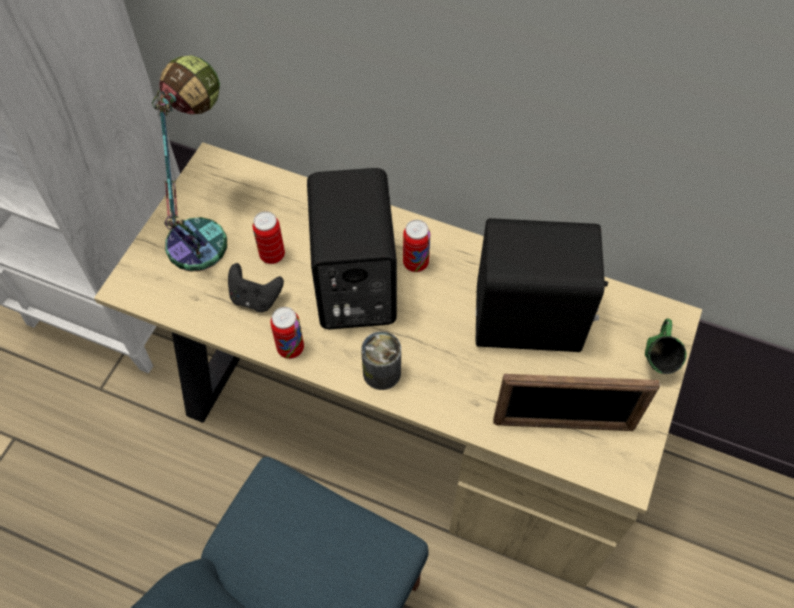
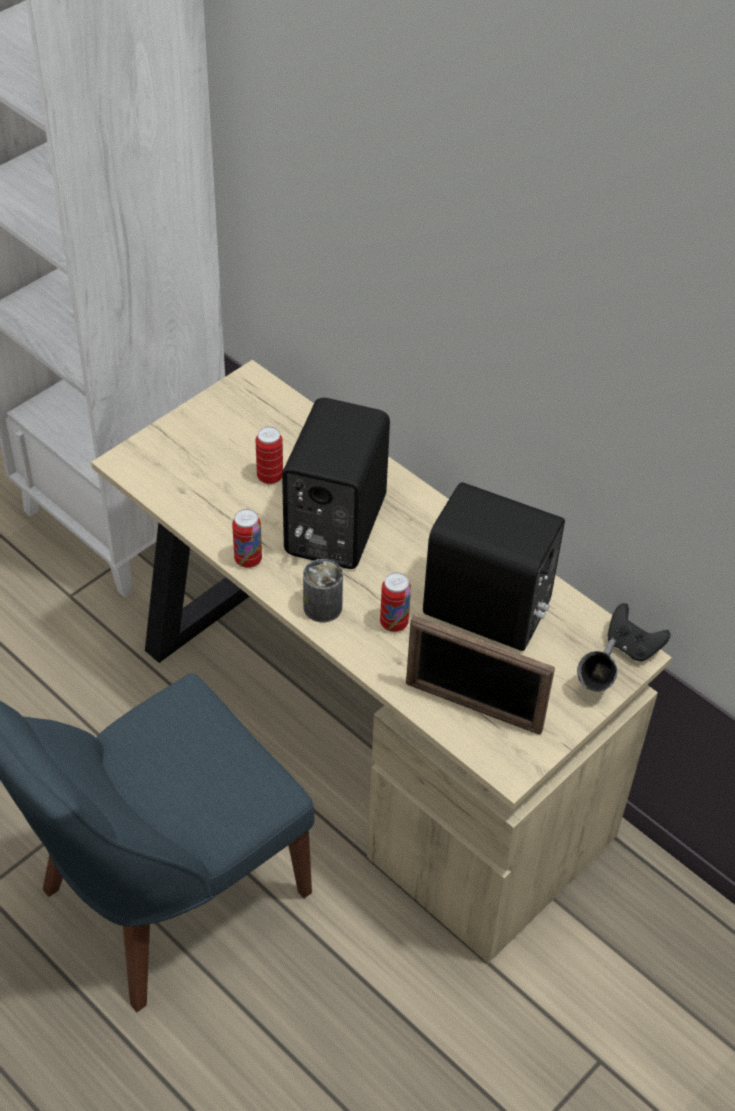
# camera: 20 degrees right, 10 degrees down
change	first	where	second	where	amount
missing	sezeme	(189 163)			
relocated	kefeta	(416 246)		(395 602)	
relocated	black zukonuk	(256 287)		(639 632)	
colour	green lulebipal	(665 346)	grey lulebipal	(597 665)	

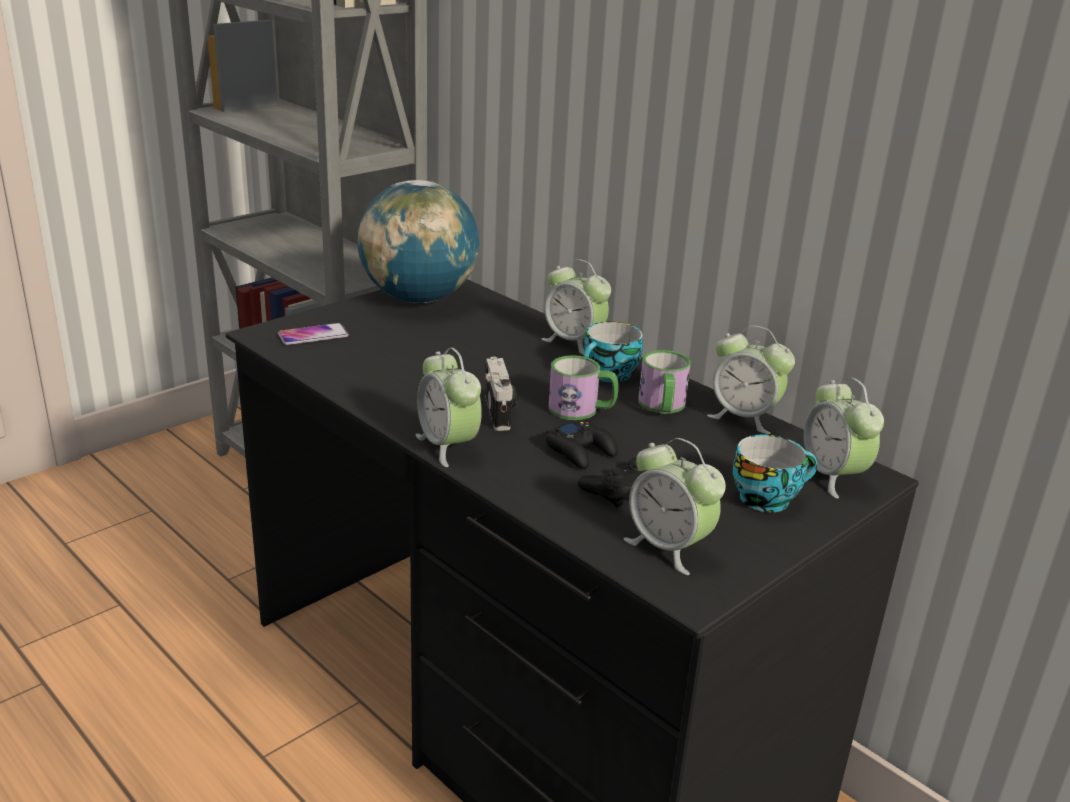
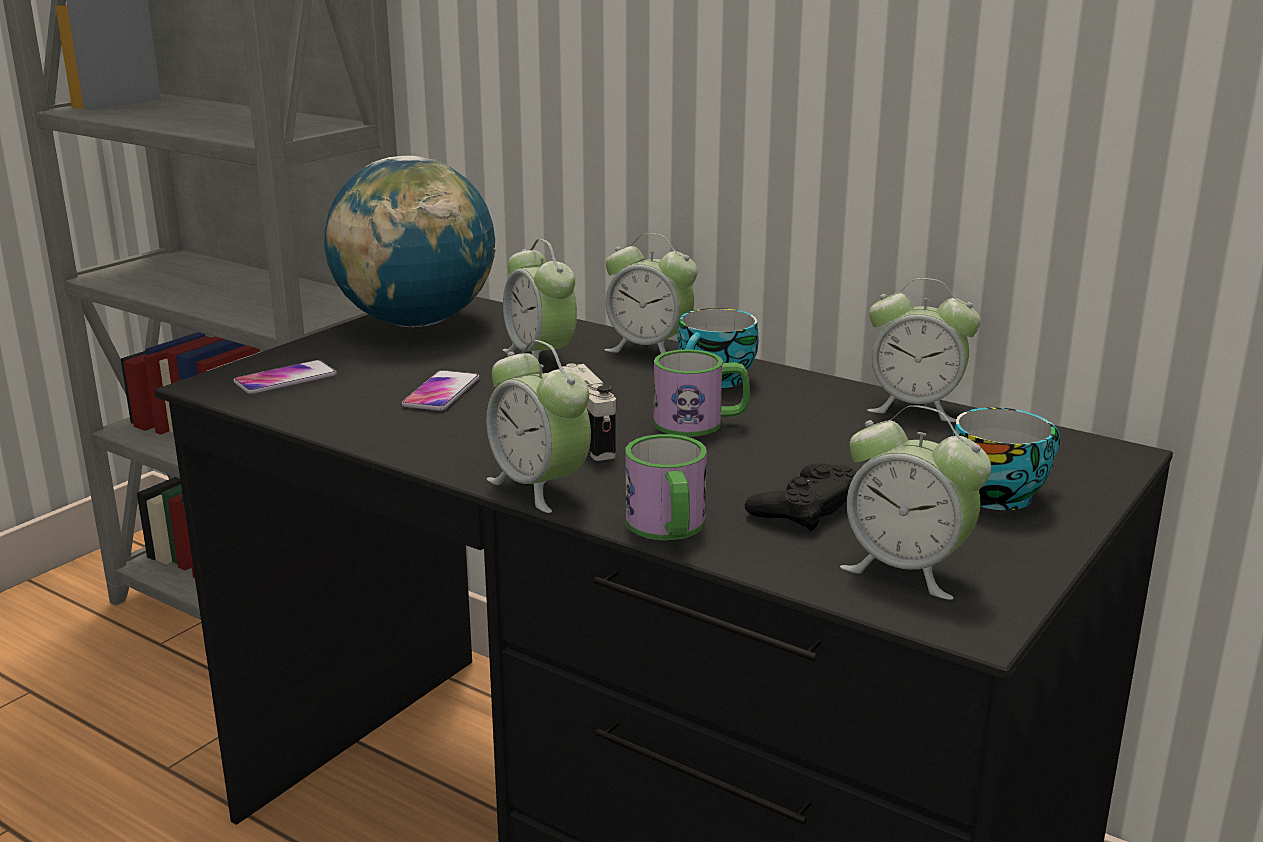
# camera: 10 degrees left, 5 degrees down
change	first	where	second	where	amount
relocated	lulebipal	(664 381)		(666 487)	
relocated	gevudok	(844 438)		(540 300)	
missing	black zukonuk	(582 444)			
appeared			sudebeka	(440 390)	

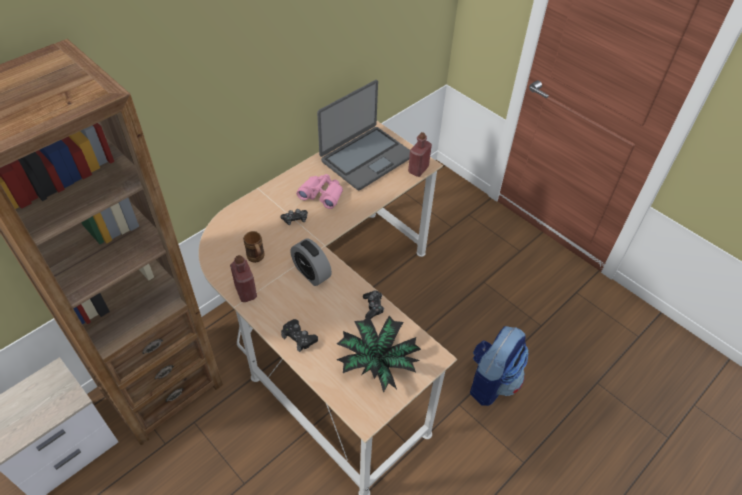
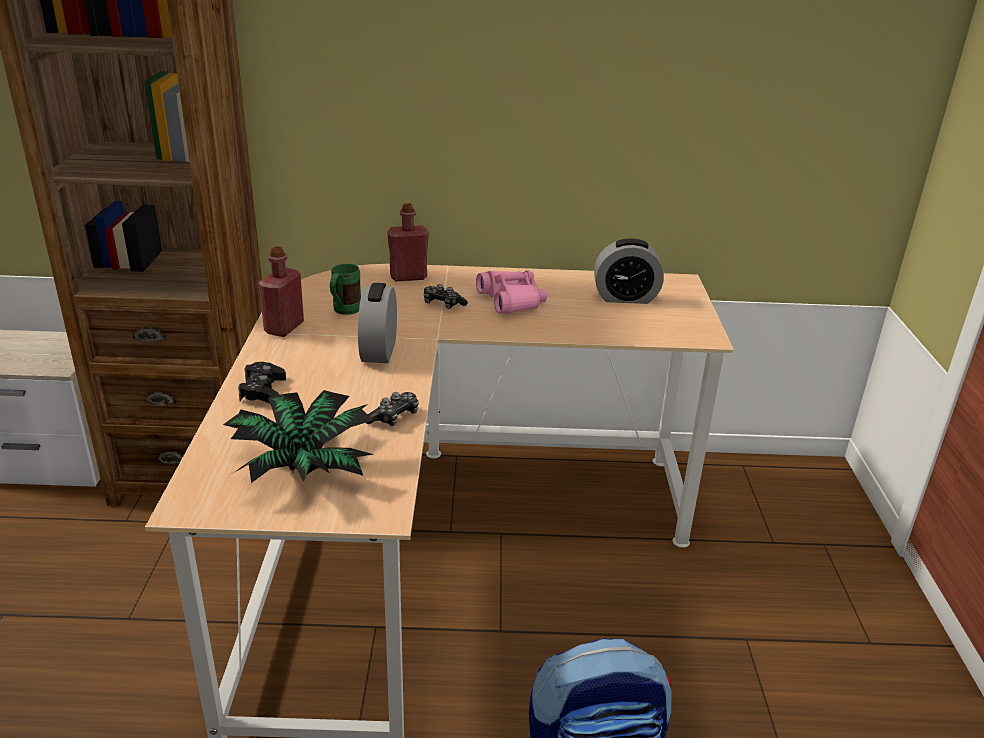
# camera: 45 degrees right, 20 degrees down
change	first	where	second	where	amount
exchanged	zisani	(363 135)	gevudok	(629 271)	
relocated	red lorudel	(420 154)		(408 242)	
colour	brown lulebipal	(253 247)	green lulebipal	(345 289)	

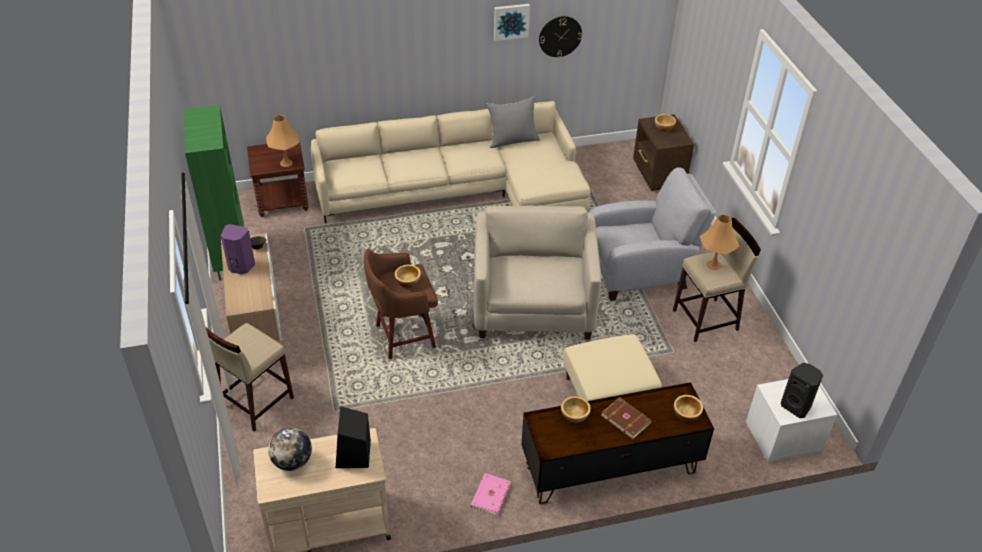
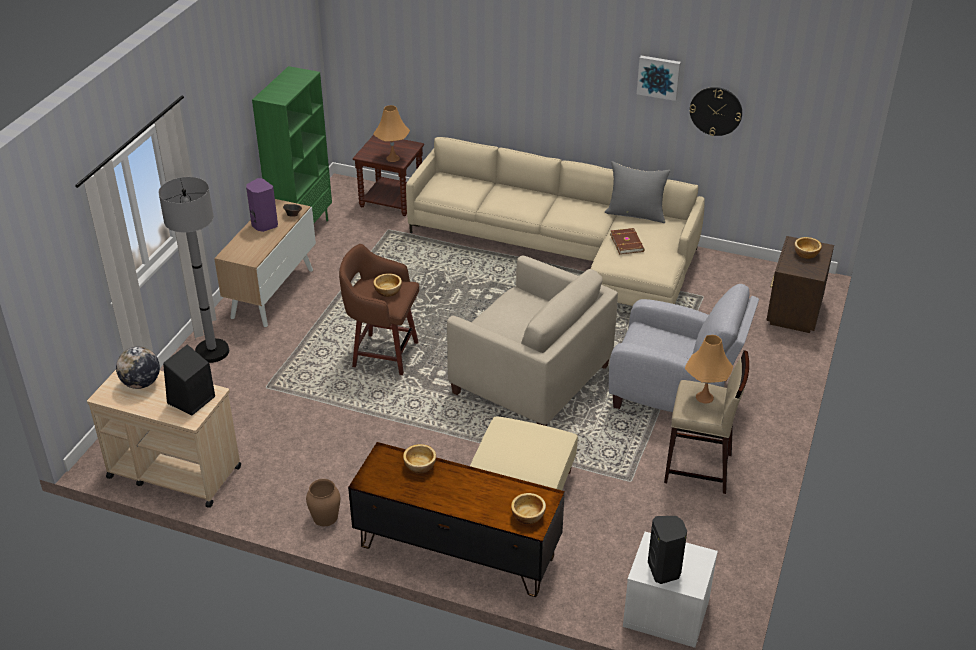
# camera: 35 degrees right, 5 degrees down
change	first	where	second	where	amount
spun	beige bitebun	(537 273)		(532 341)	90 degrees clockwise
exchanged	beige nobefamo	(250 377)	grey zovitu	(193 270)	
relocated	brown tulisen	(626 418)		(627 241)	
exchanged	pink tulisen	(490 494)	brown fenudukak	(323 502)	

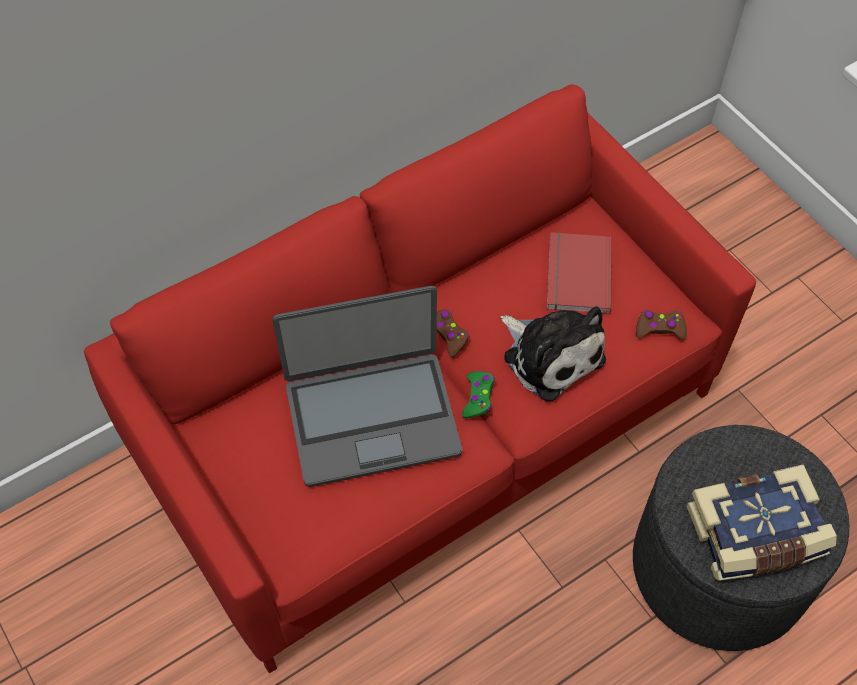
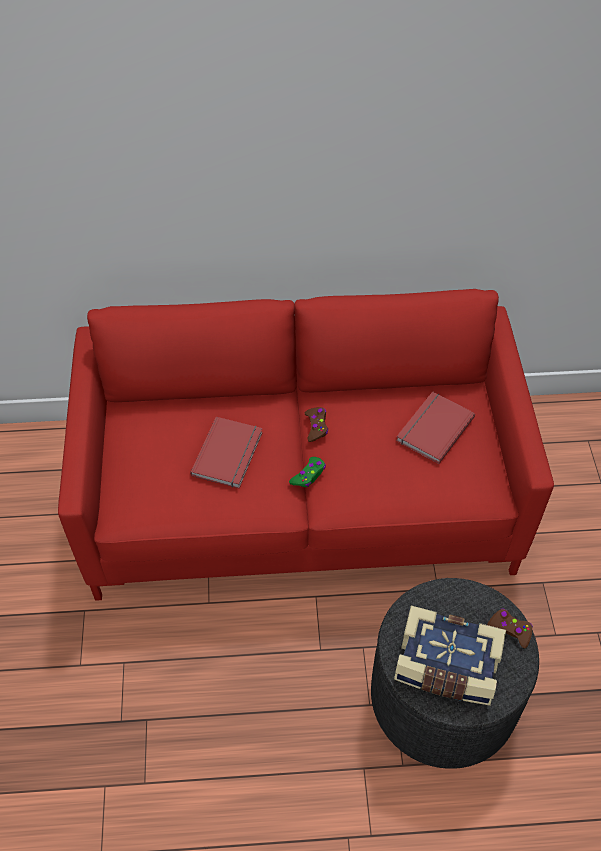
# camera: 30 degrees right, 5 degrees down
change	first	where	second	where	amount
exchanged	zisani	(367 386)	red tulisen	(226 452)	
missing	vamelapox	(553 354)			
relocated	brown zukonuk	(661 325)		(510 628)	

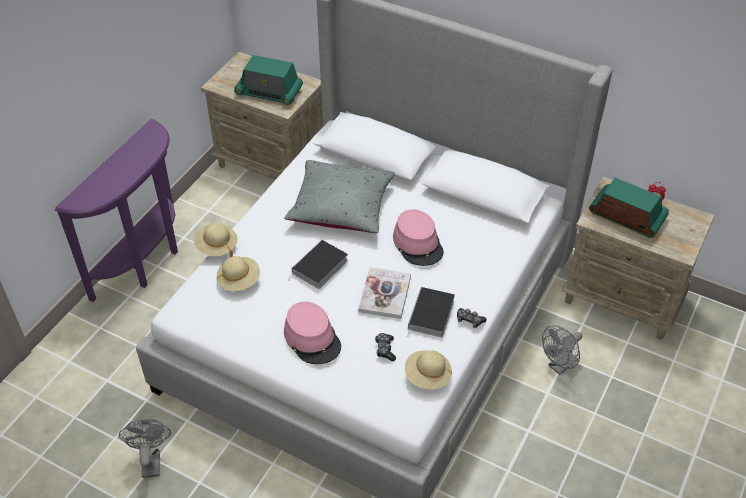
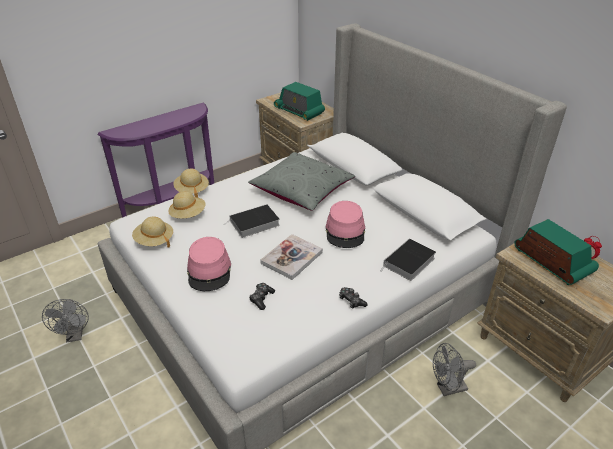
# camera: 25 degrees right, 10 degrees down
change	first	where	second	where	amount
relocated	tulisen	(431 312)		(408 260)	
relocated	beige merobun	(428 369)		(152 232)	
spun	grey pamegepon	(145 448)		(65 320)	150 degrees clockwise

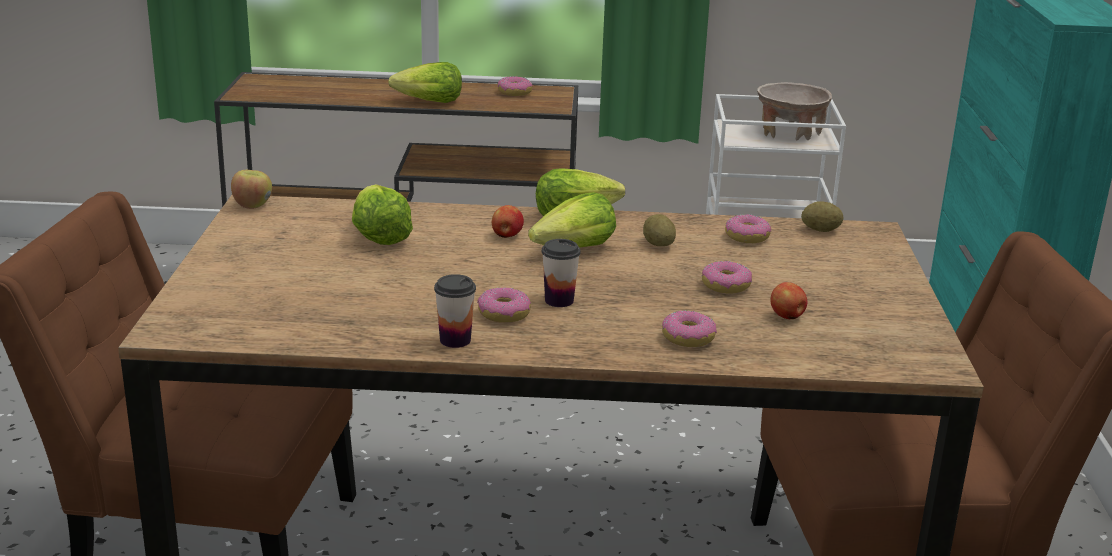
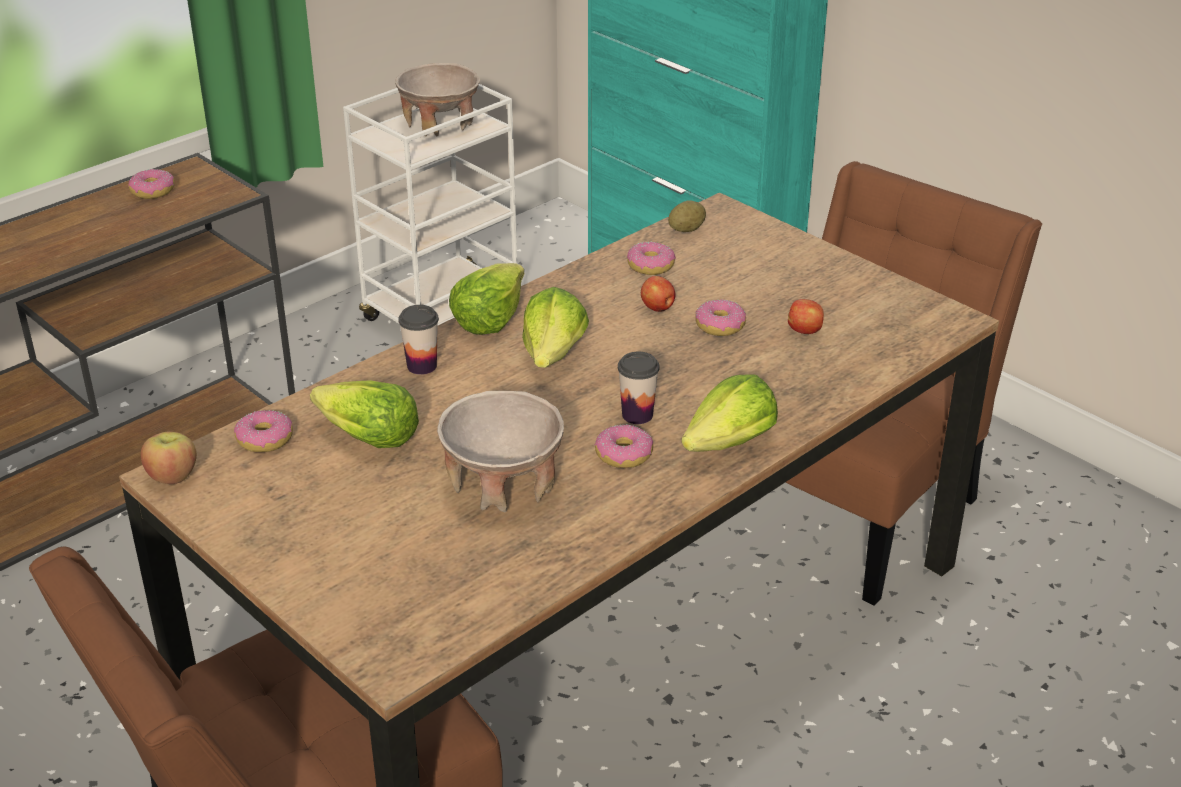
# camera: 45 degrees left, 10 degrees up
change	first	where	second	where	amount
relocated	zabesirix	(425 82)		(730 413)	
relocated	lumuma	(508 221)		(658 294)	
missing	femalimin	(659 230)			
relocated	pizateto	(455 311)		(419 340)	
relocated	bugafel	(689 329)		(263 431)	
appeared			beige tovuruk	(500 452)	

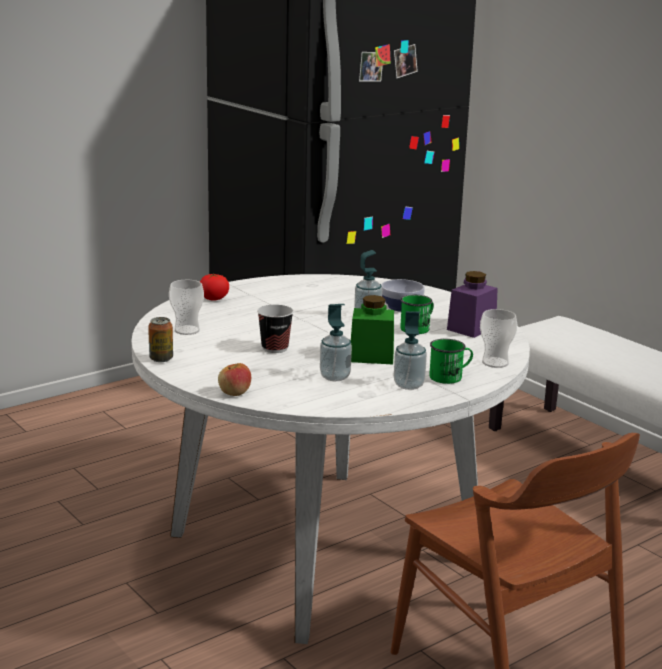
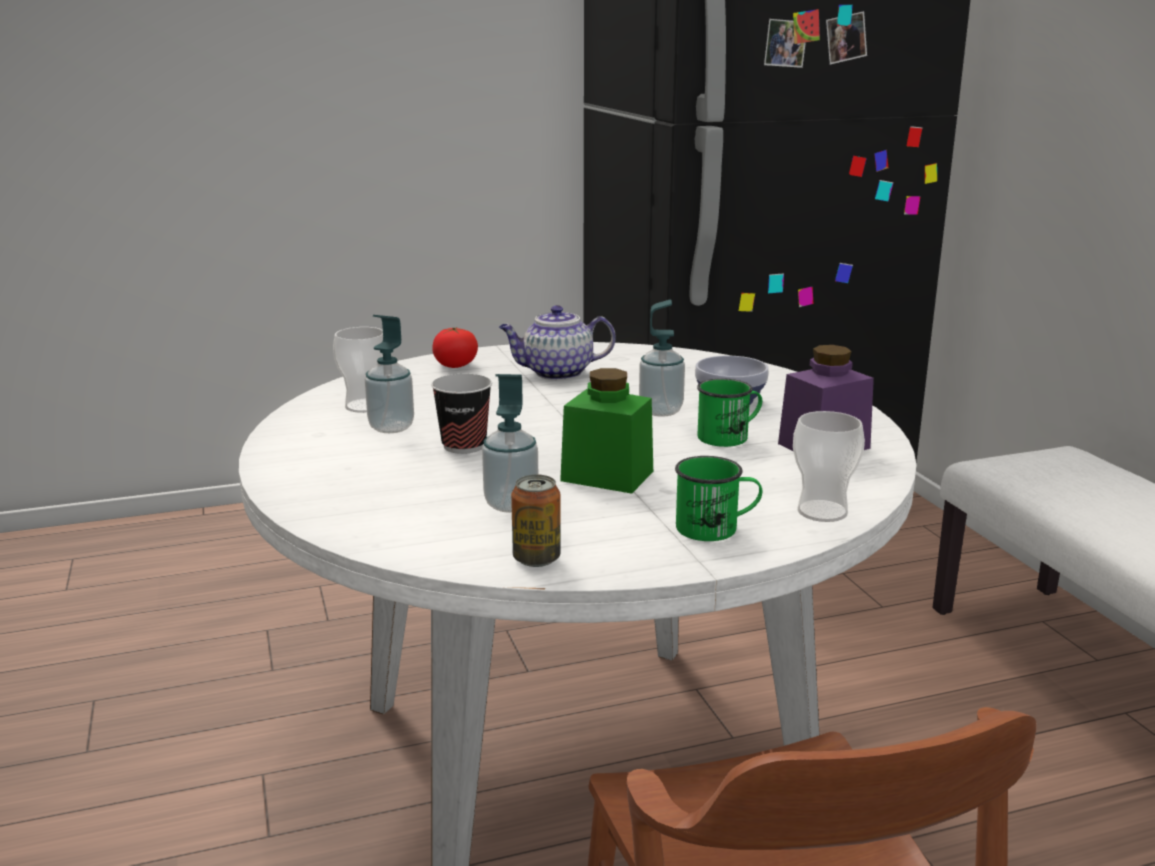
# camera: 20 degrees right, 0 degrees up
change	first	where	second	where	amount
relocated	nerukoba	(410 350)		(389 374)	
relocated	kefeta	(160 339)		(536 521)	
missing	lumuma	(234 379)			
appeared			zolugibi	(557 342)	

